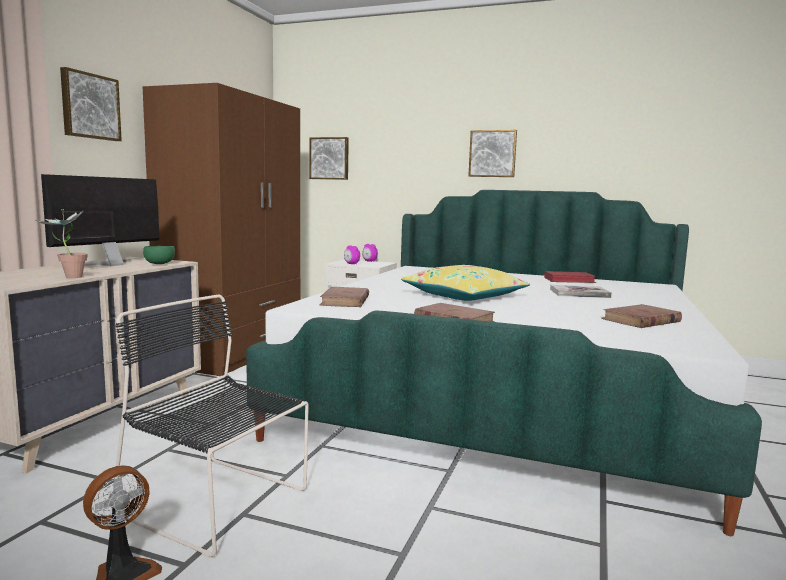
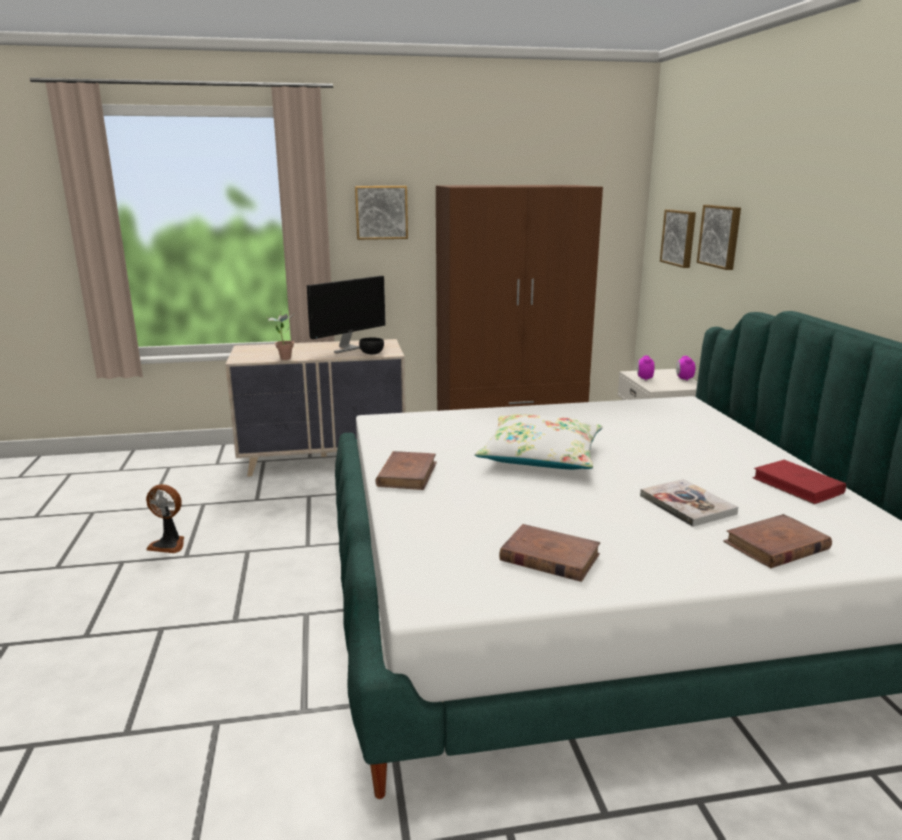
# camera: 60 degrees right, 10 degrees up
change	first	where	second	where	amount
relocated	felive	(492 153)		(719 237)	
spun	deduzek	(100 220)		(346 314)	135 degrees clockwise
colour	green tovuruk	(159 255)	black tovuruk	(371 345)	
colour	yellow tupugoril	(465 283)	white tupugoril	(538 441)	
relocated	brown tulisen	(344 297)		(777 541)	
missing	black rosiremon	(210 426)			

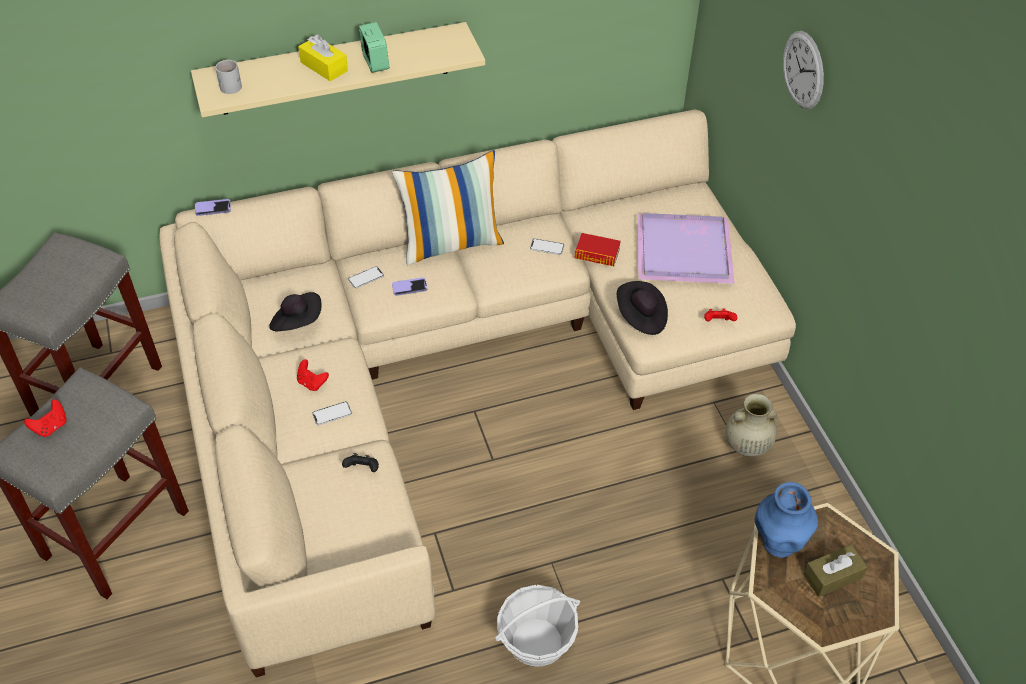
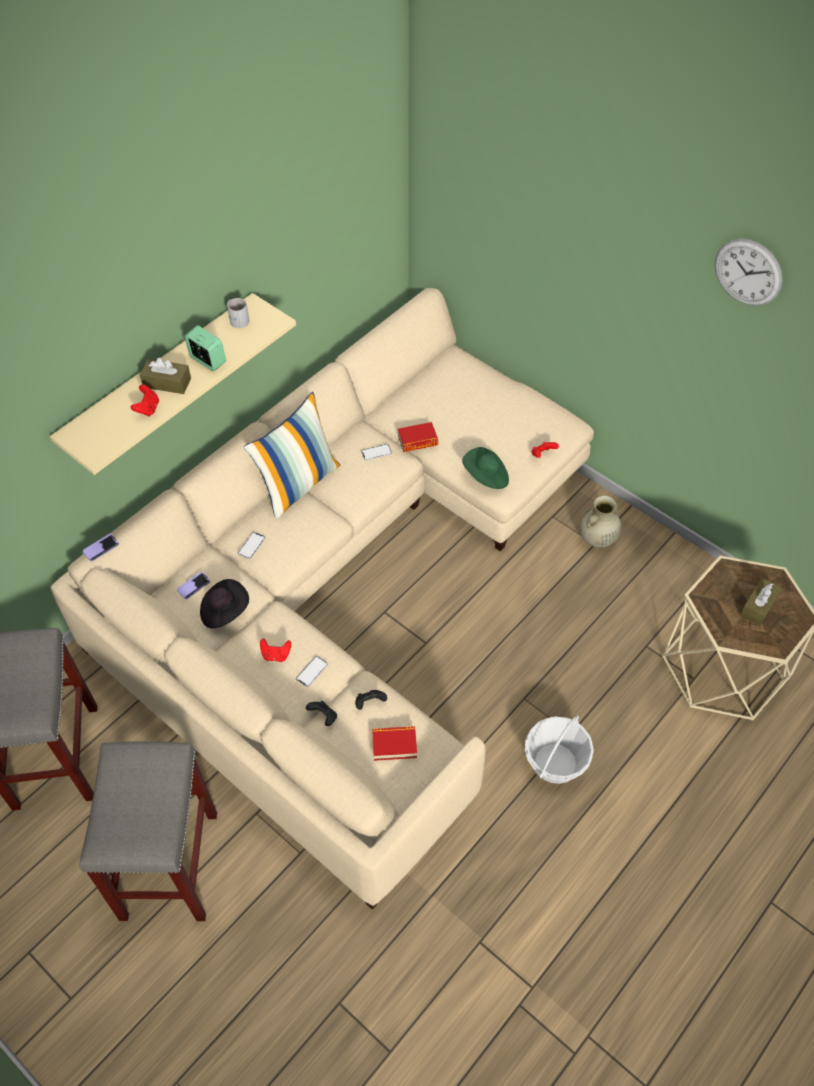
# camera: 30 degrees left, 5 degrees up
change	first	where	second	where	amount
relocated	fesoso	(803 70)		(749 272)	
colour	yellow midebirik	(323 57)	brown midebirik	(165 376)	
relocated	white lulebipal	(228 77)		(238 313)	
missing	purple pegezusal	(686 248)			
relocated	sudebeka	(410 286)		(193 585)	
colour	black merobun	(642 308)	green merobun	(485 468)	
relocated	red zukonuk	(45 418)		(145 400)	
missing	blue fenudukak	(786 520)			
appeared			black zukonuk	(321 713)	
appeared			tulisen	(394 743)	

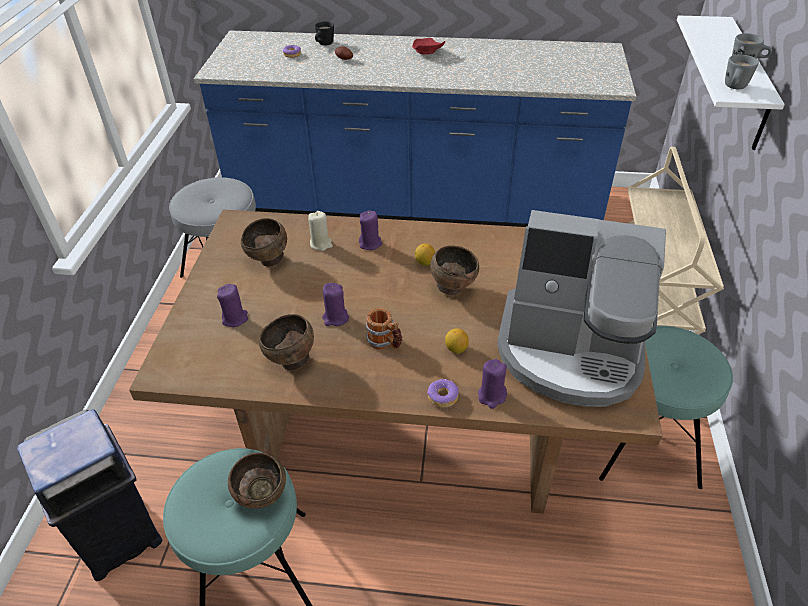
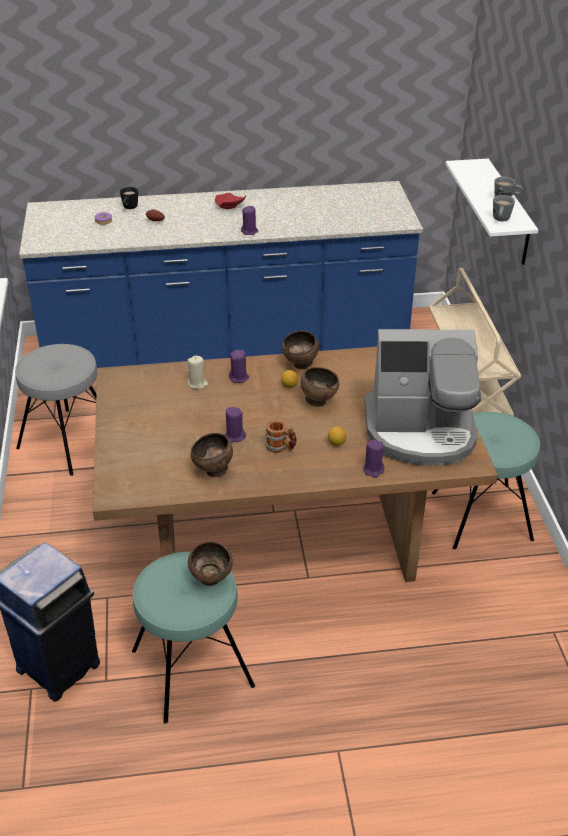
# camera: 15 degrees left, 5 degrees down
change	first	where	second	where	amount
relocated	brown tovuruk	(264 242)		(300 350)	
relocated	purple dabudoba	(232 305)		(249 220)	
missing	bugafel	(443 393)			

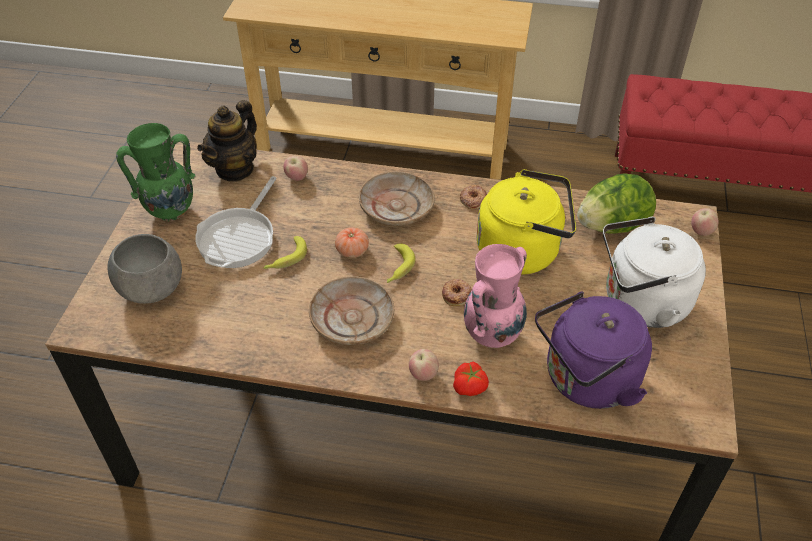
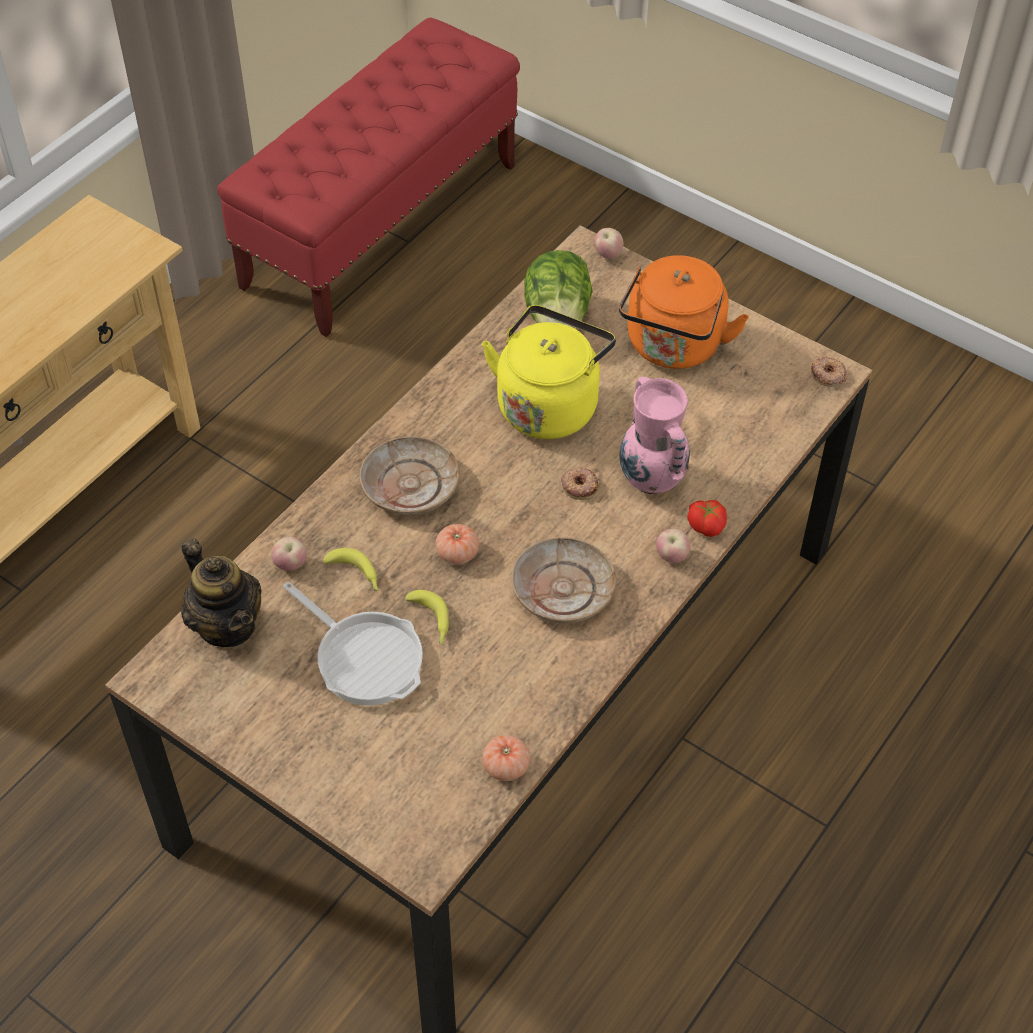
# camera: 65 degrees left, 5 degrees up
change	first	where	second	where	amount
missing	green fenudukak	(156 172)			
relocated	bugafel	(473 197)		(829 371)	
colour	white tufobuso	(654 272)	orange tufobuso	(684 312)	
missing	grey tovuruk	(144 269)			
relocated	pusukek	(401 263)		(351 569)	
missing	purple tufobuso	(593 350)			
appeared			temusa	(506 758)	

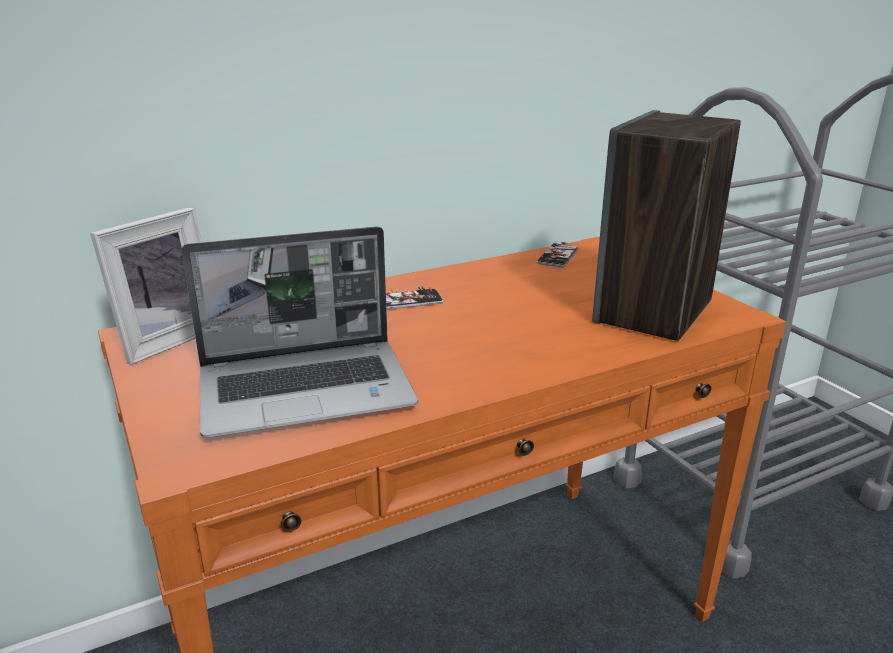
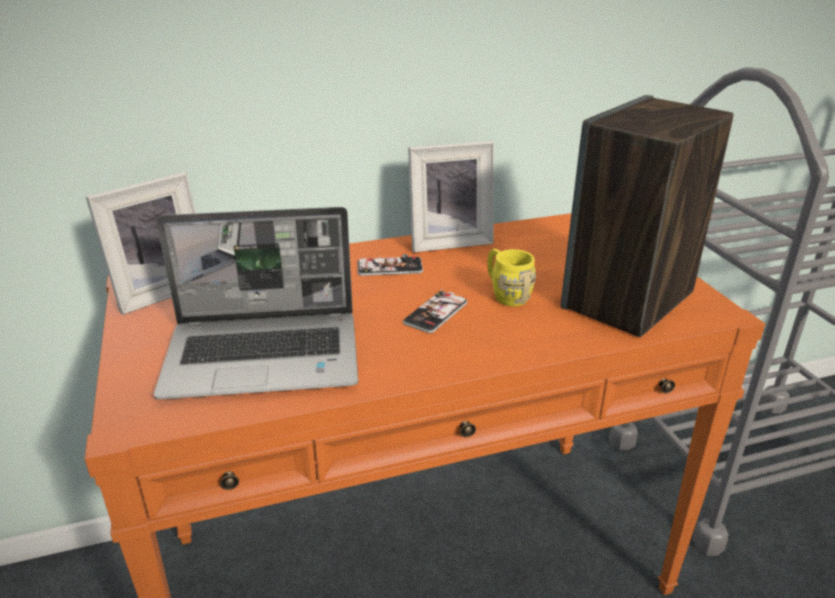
# camera: 10 degrees right, 5 degrees up
change	first	where	second	where	amount
relocated	sudebeka	(558 254)		(435 311)	
appeared			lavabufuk	(451 196)	
appeared			yellow lulebipal	(511 278)	

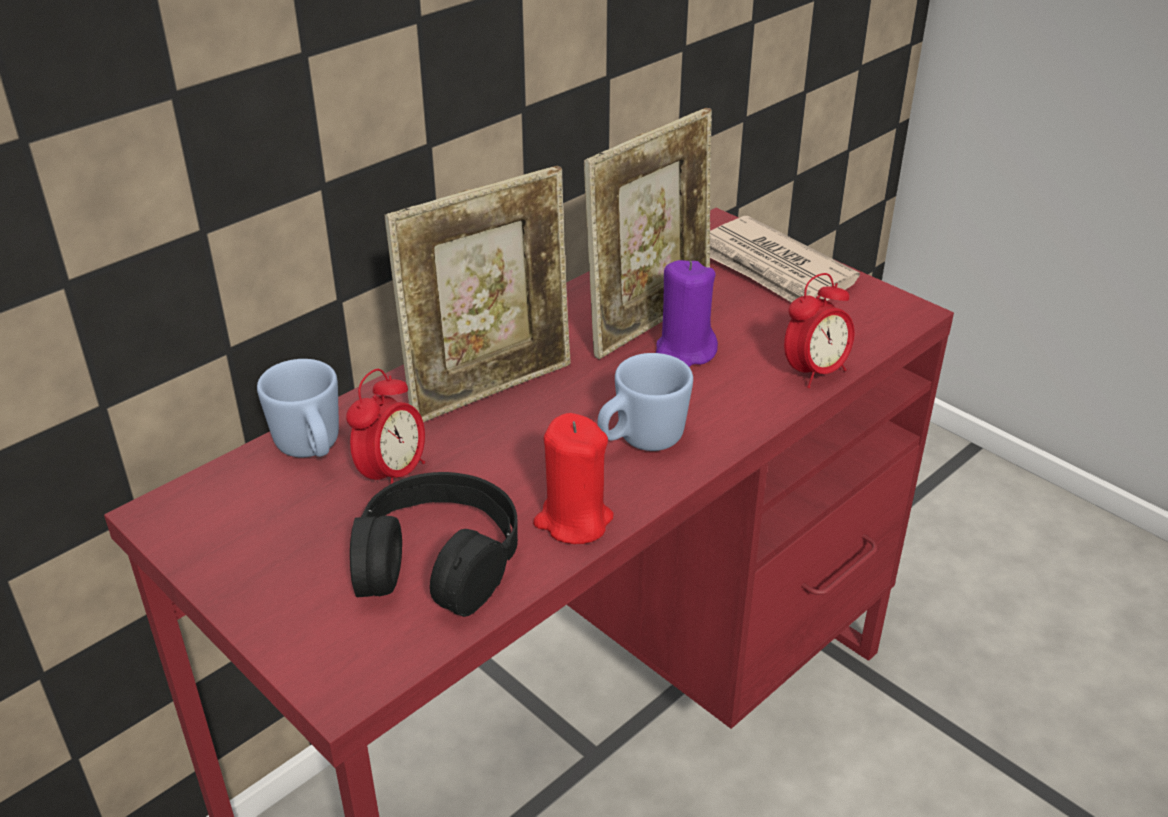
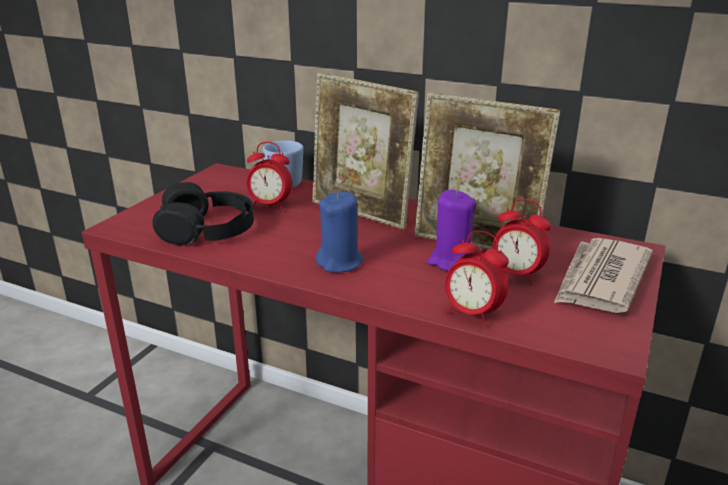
# camera: 70 degrees right, 10 degrees down
change	first	where	second	where	amount
exchanged	blue lulebipal	(645 402)	blue dabudoba	(339 232)	
missing	red dabudoba	(573 478)			
appeared			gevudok	(521 242)	

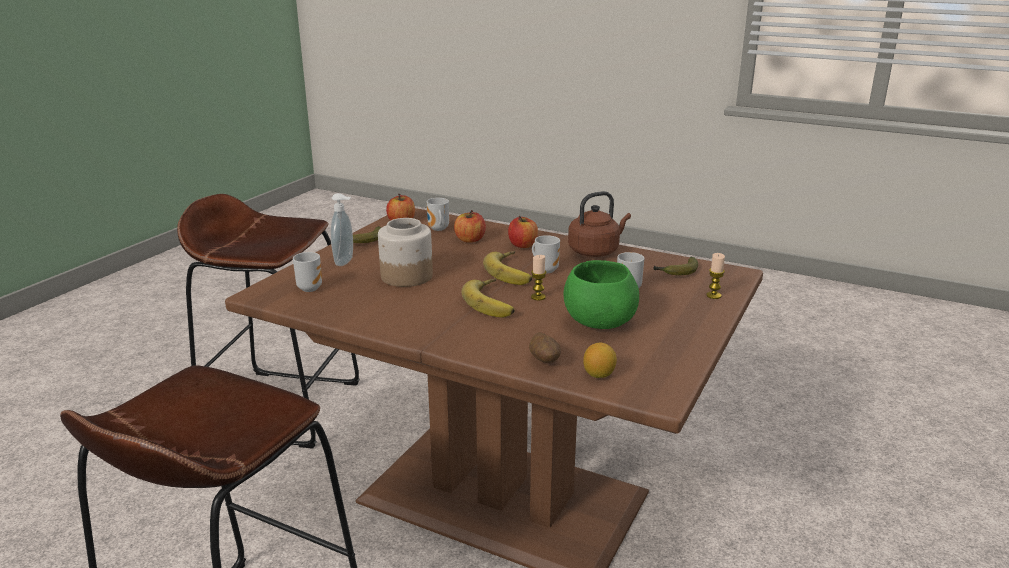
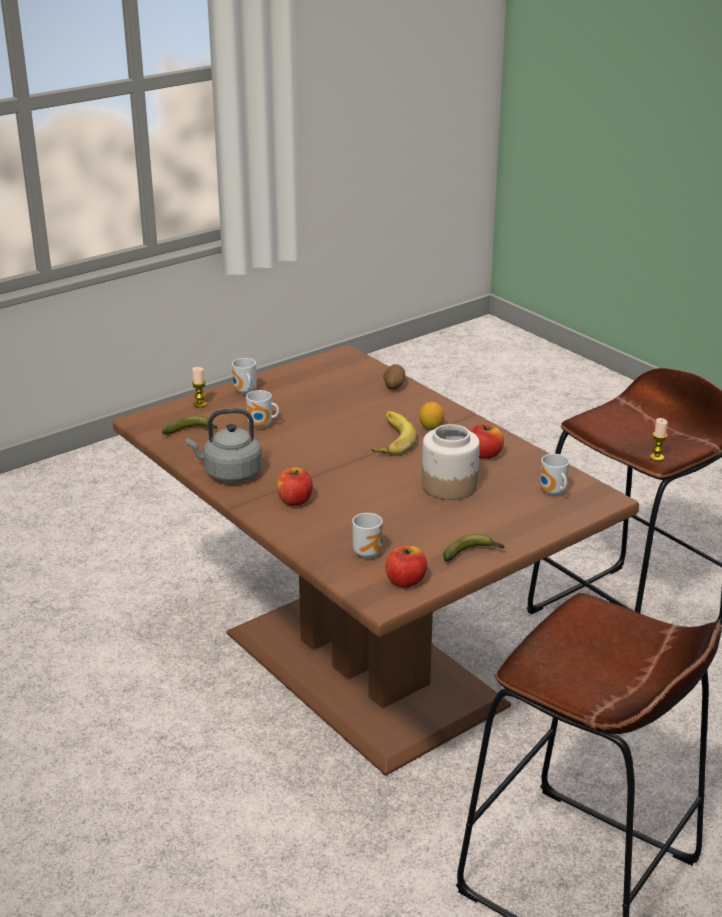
# camera: 155 degrees left, 5 degrees up
change	first	where	second	where	amount
colour	brown tufobuso	(599 224)	grey tufobuso	(224 445)	
missing	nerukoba	(342 229)			
relocated	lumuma	(470 226)		(487 441)	
relocated	lulebipal	(546 254)		(244 376)	
missing	pusukek	(507 268)			
relocated	dabudoba	(539 277)		(659 439)	
missing	green tovuruk	(601 294)			
relocated	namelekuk	(600 360)		(432 416)	

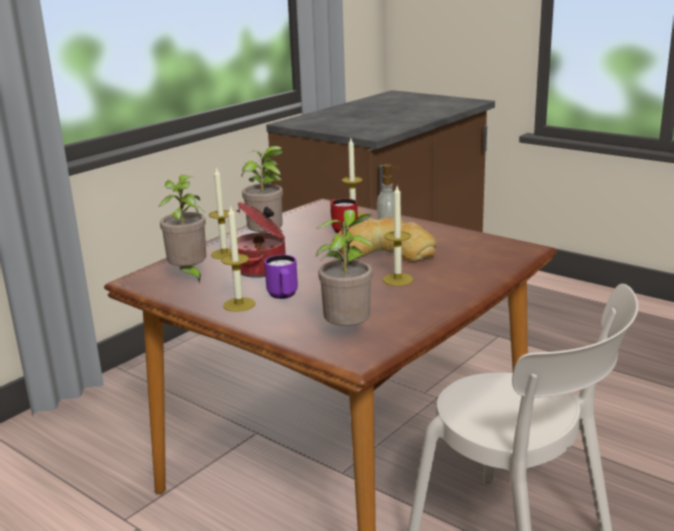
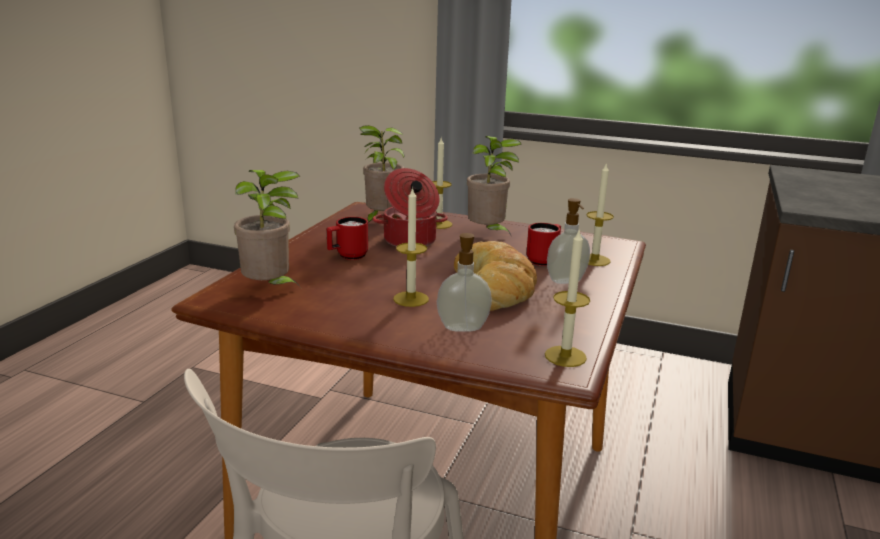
# camera: 70 degrees right, 0 degrees up
change	first	where	second	where	amount
relocated	dabudoba	(238 258)		(567 297)	
colour	purple lulebipal	(281 277)	red lulebipal	(347 238)	
appeared			nerukoba	(464 282)	

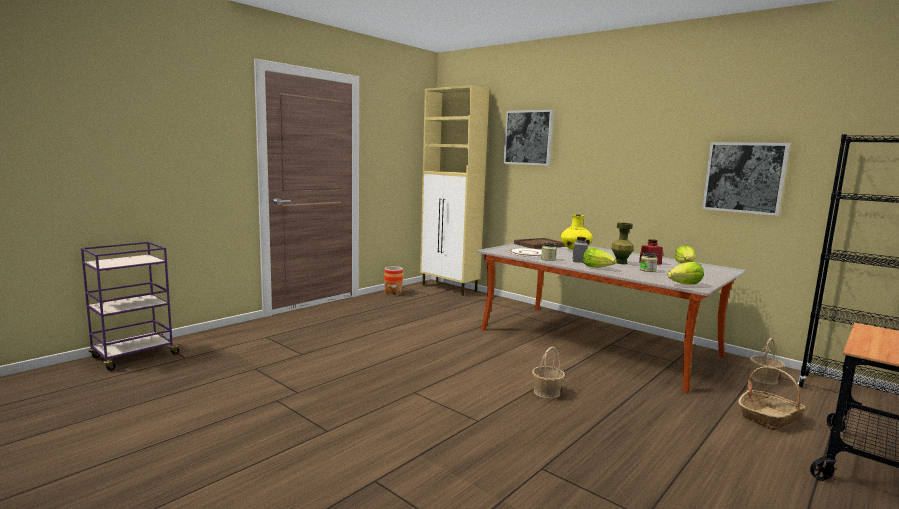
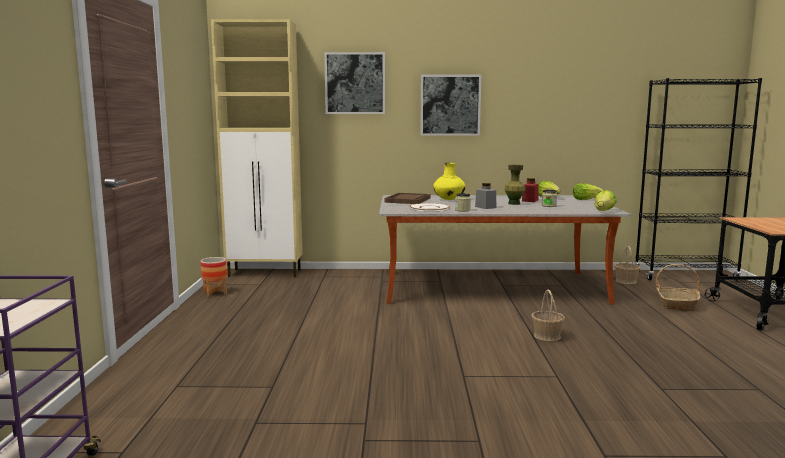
# camera: 40 degrees left, 0 degrees up
change	first	where	second	where	amount
relocated	felive	(746 179)		(450 105)	
relocated	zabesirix	(600 258)		(588 191)	

